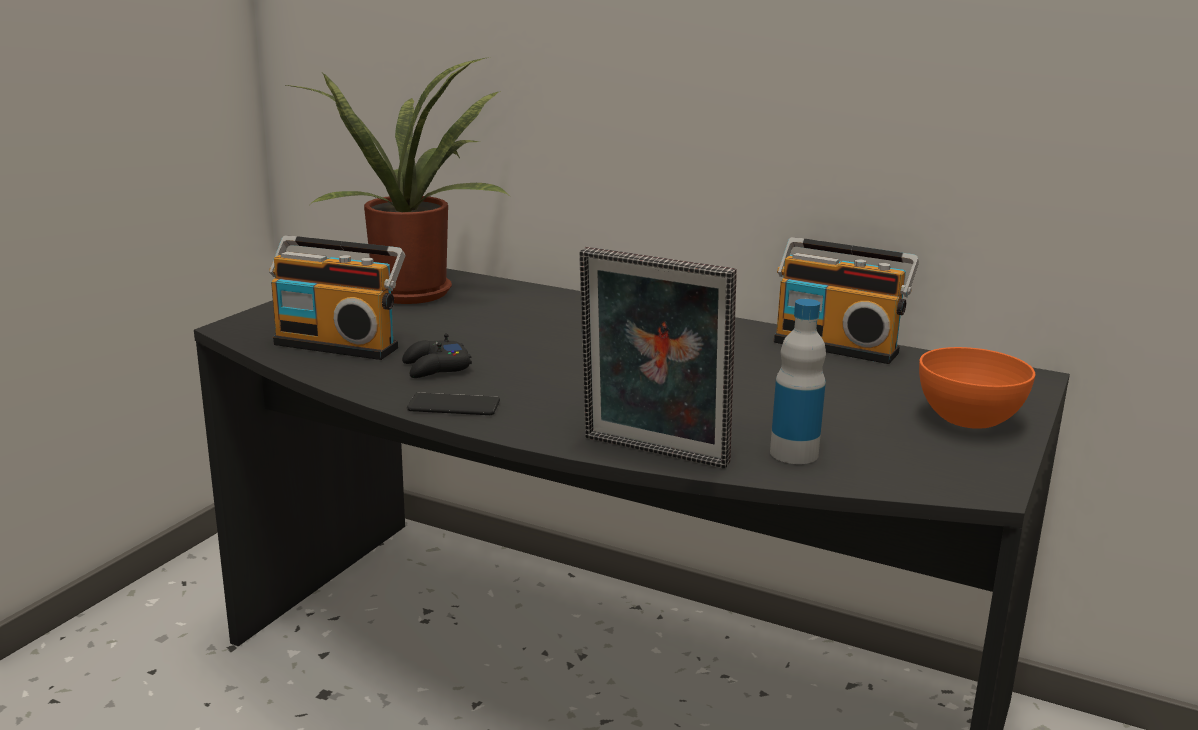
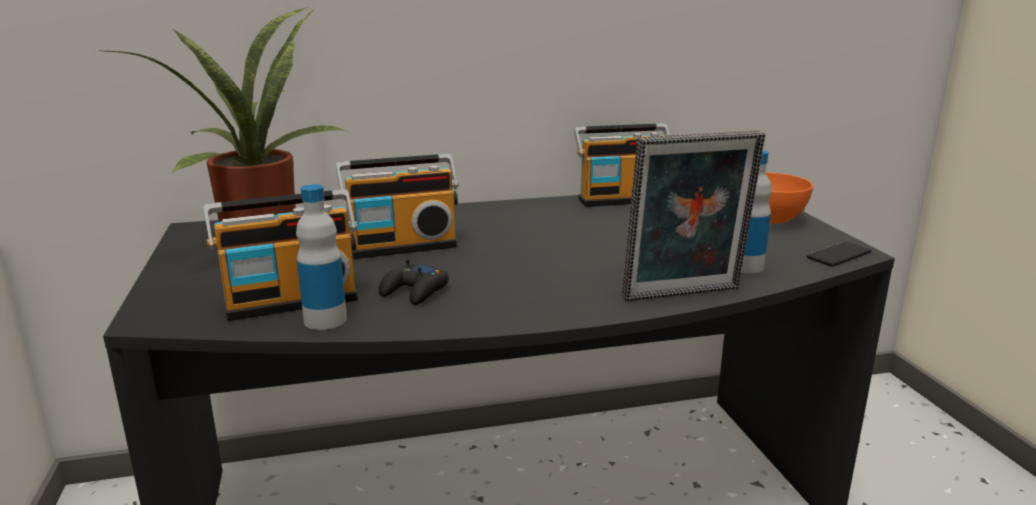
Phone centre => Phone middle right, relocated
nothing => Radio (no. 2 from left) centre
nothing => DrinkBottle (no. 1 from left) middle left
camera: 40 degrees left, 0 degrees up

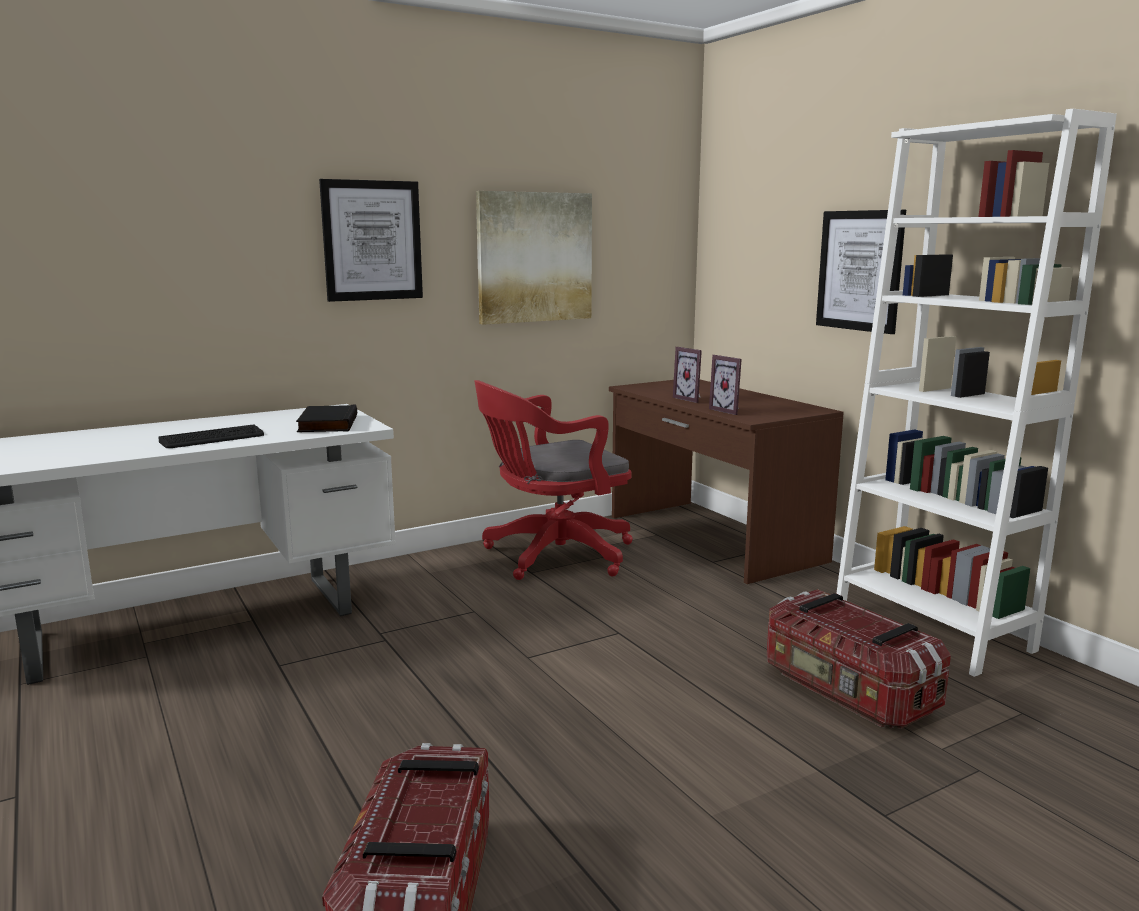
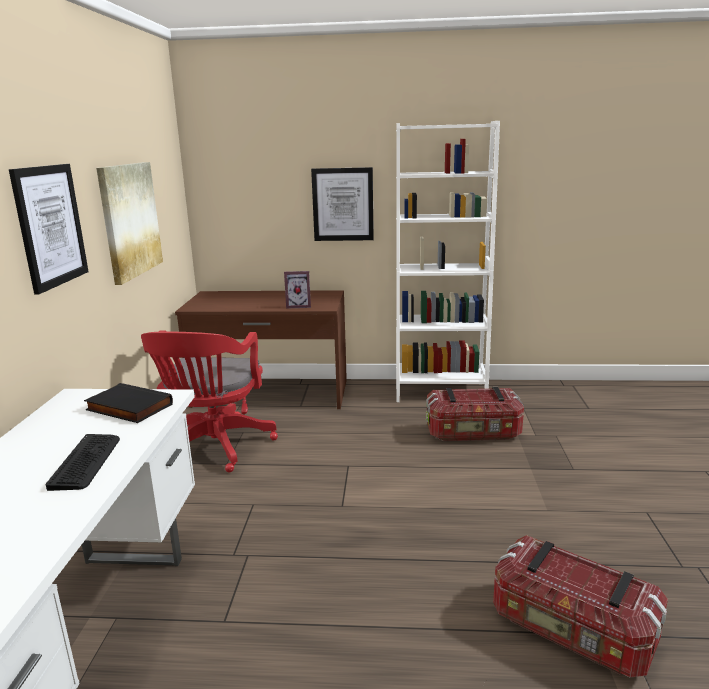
PictureFrame (no. 1 from left) centre => nothing
camera: 55 degrees left, 5 degrees up

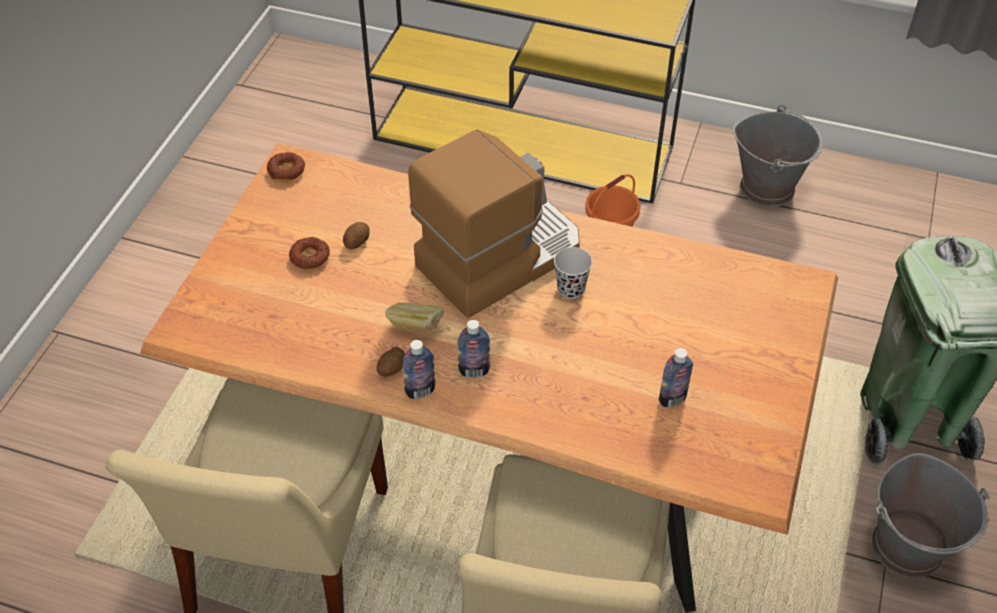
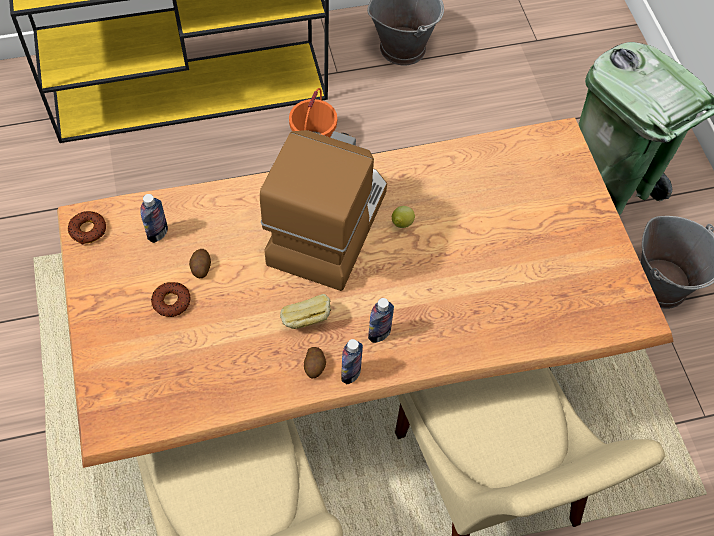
BlackDrinkingCup centre => Lemon centre
DrinkBottle (no. 3 from left in the first image) middle right => DrinkBottle (no. 1 from left) middle left, relocated
camera: 35 degrees left, 10 degrees up

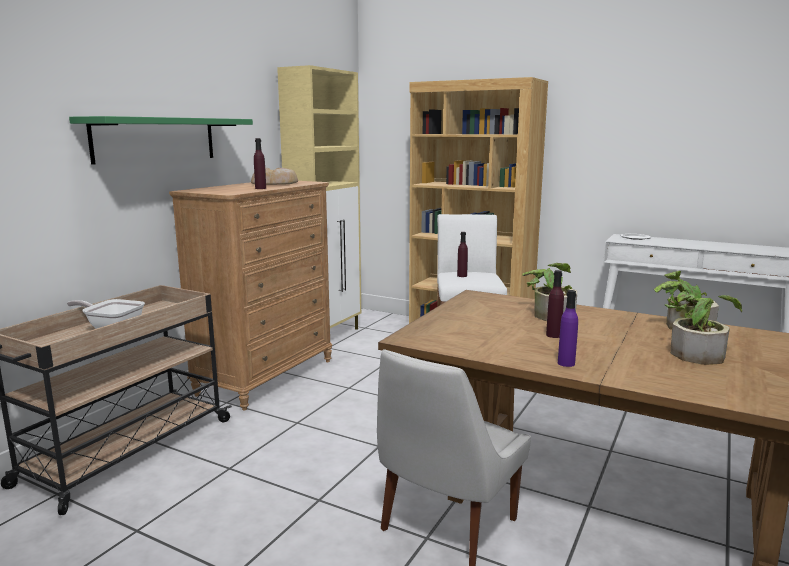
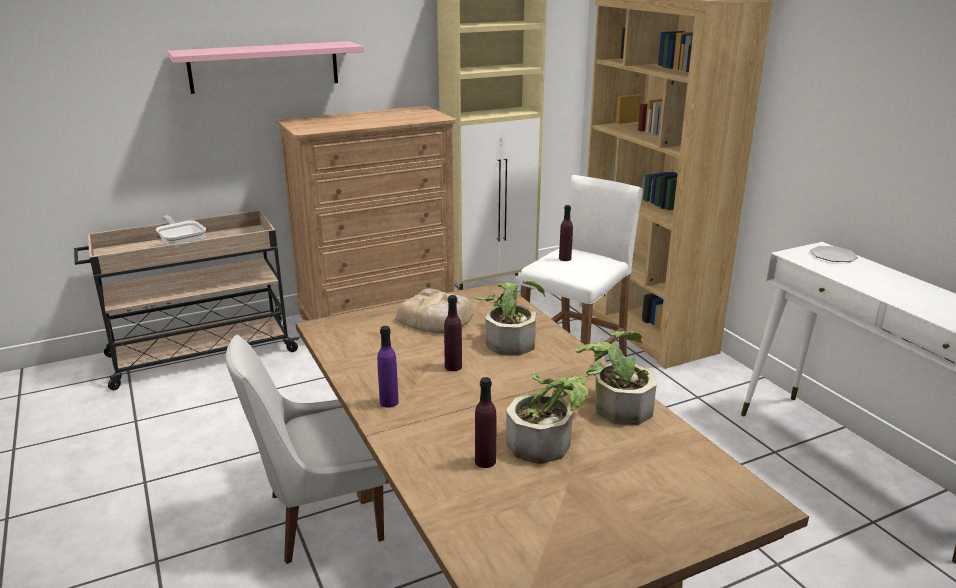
GreenishBracketShelf top left => PinkBracketShelf top left
PurpleColouredDrinkBottle (no. 1 from left in the first image) top left => PurpleColouredDrinkBottle (no. 3 from left) bottom centre, relocated
BakeryBread top centre => BakeryBread centre, relocated
camera: 35 degrees right, 10 degrees up

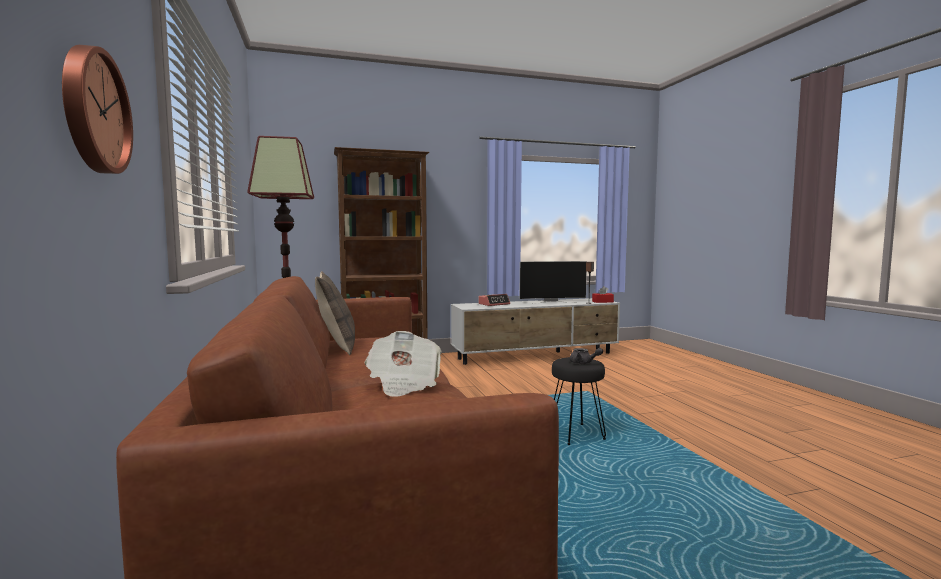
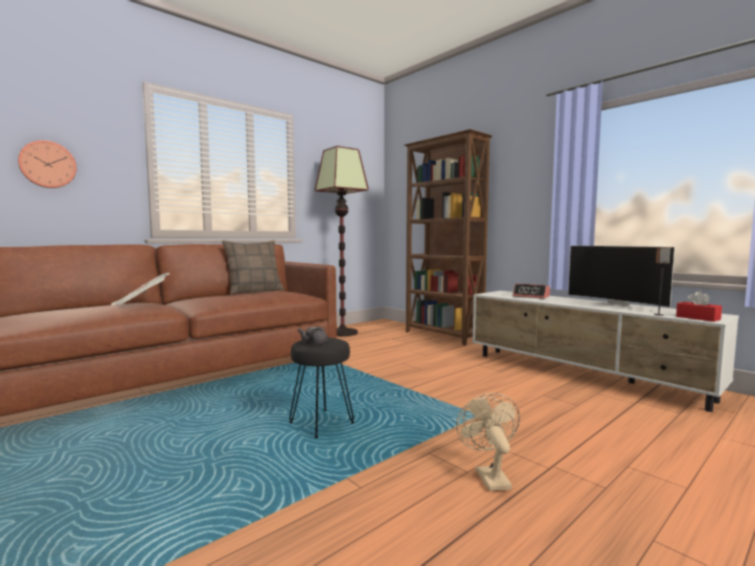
nothing => BeigeCoolingFan bottom centre
camera: 65 degrees right, 0 degrees up

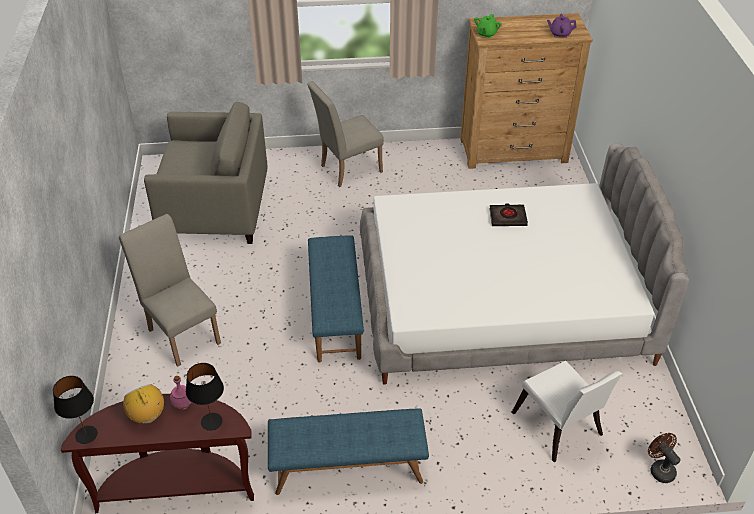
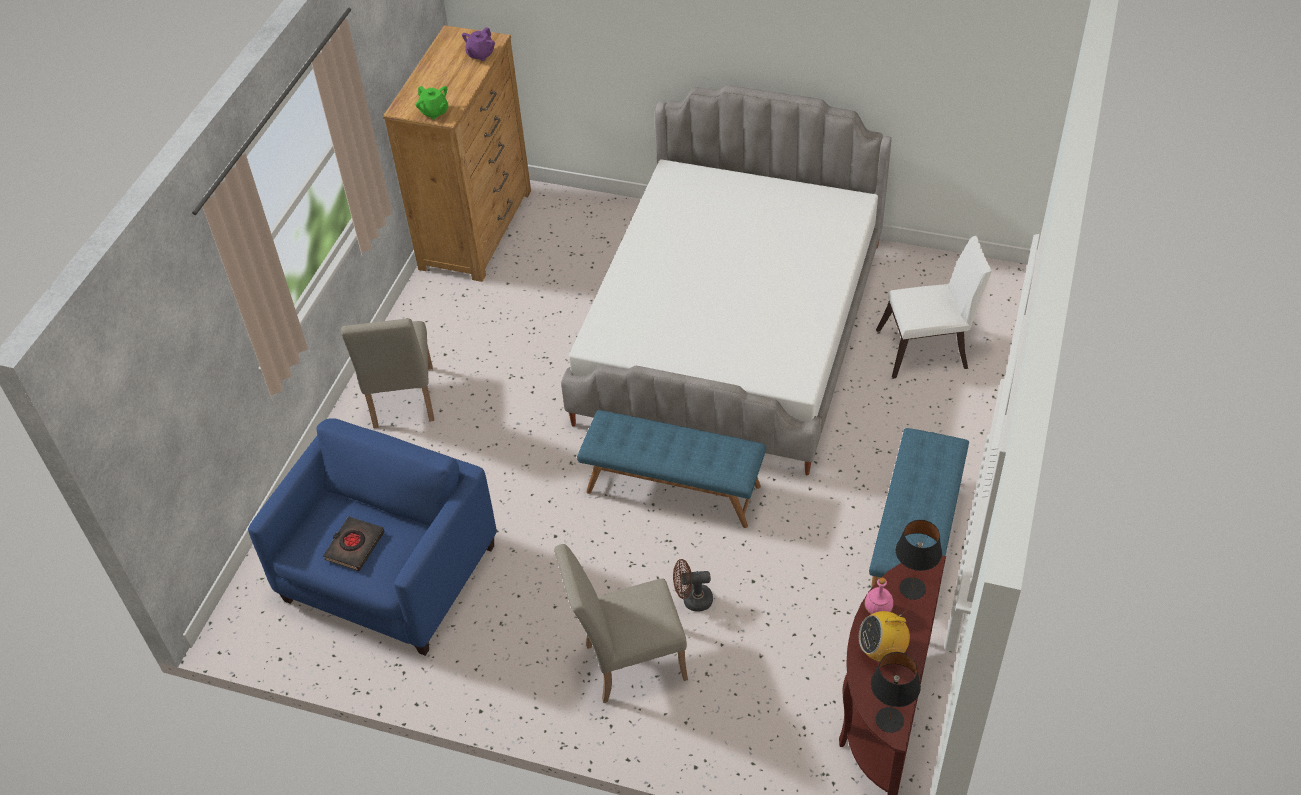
BeigeLoungeChair middle left => BlueLoungeChair bottom left
BlackBook middle right => BlackBook bottom left, relocated
BrownCoolingFan bottom right => BrownCoolingFan bottom centre, relocated
camera: 65 degrees left, 5 degrees up

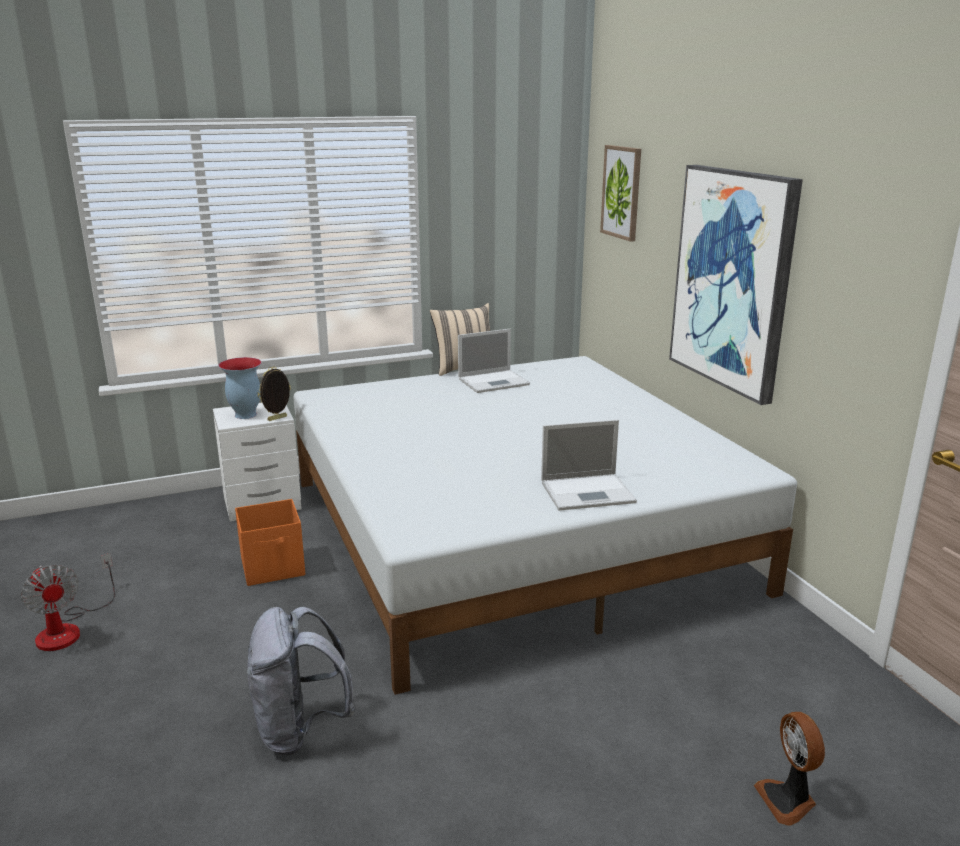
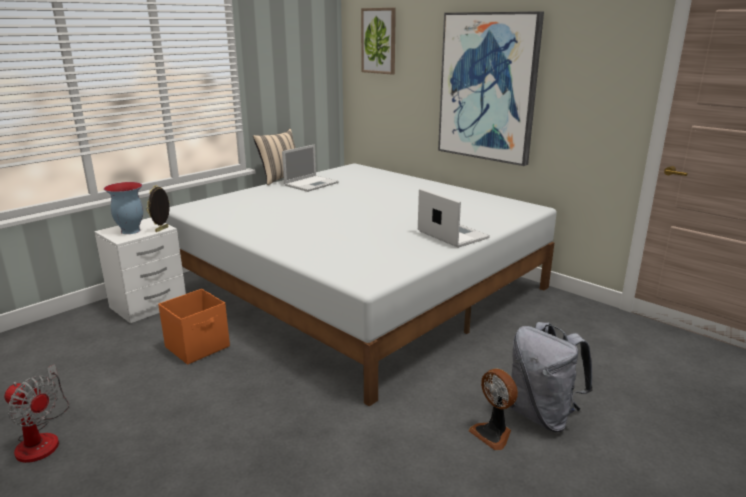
Laptop (no. 2 from left) centre, 90 degrees counterclockwise
GrayBackpack bottom left => GrayBackpack bottom right, relocated
CoolingFan (no. 2 from left) bottom right => CoolingFan (no. 2 from left) bottom centre, relocated
camera: 25 degrees left, 0 degrees up

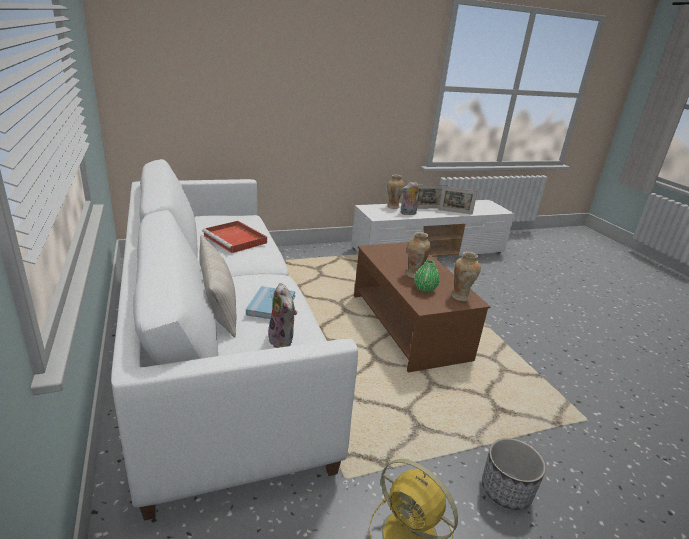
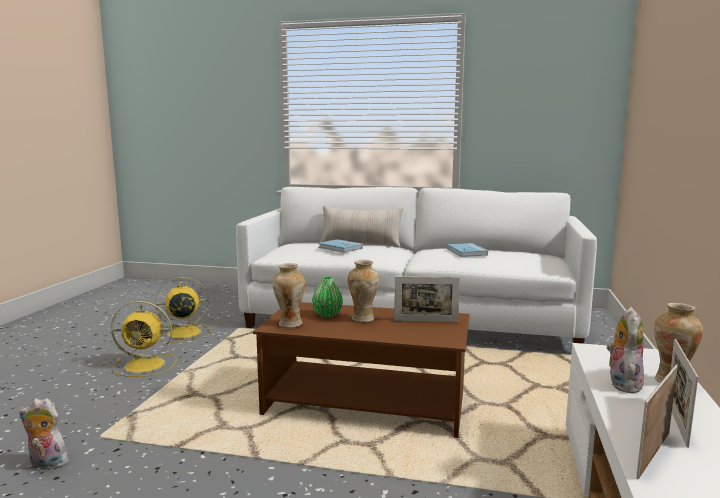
ReddishServingTray centre => BlueBook (no. 2 from left) centre
PlushToy (no. 1 from left) centre => PlushToy (no. 1 from left) bottom left, relocated
Planter bottom right => YellowCoolingFan (no. 1 from left) bottom left
nothing => PictureFrame (no. 1 from left) centre
camera: 125 degrees right, 15 degrees down

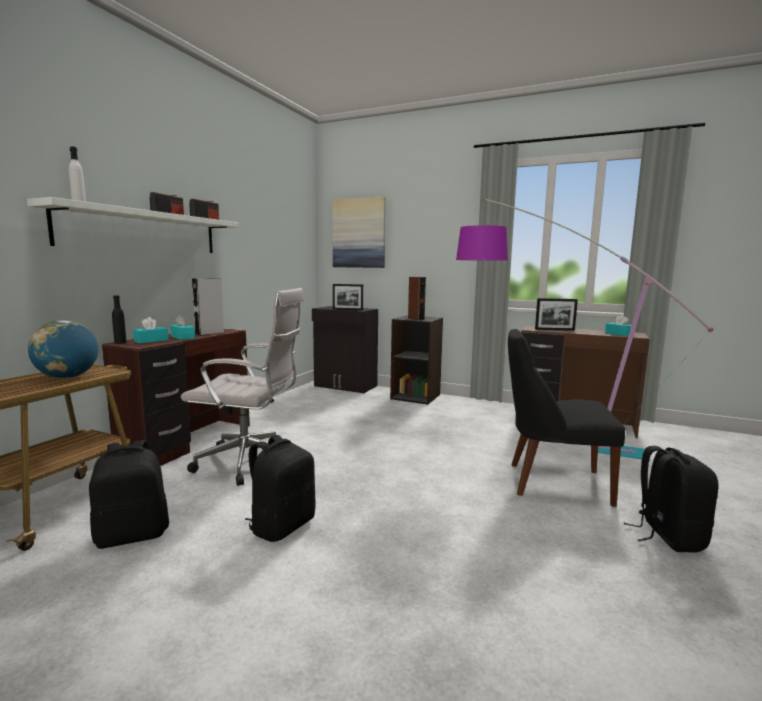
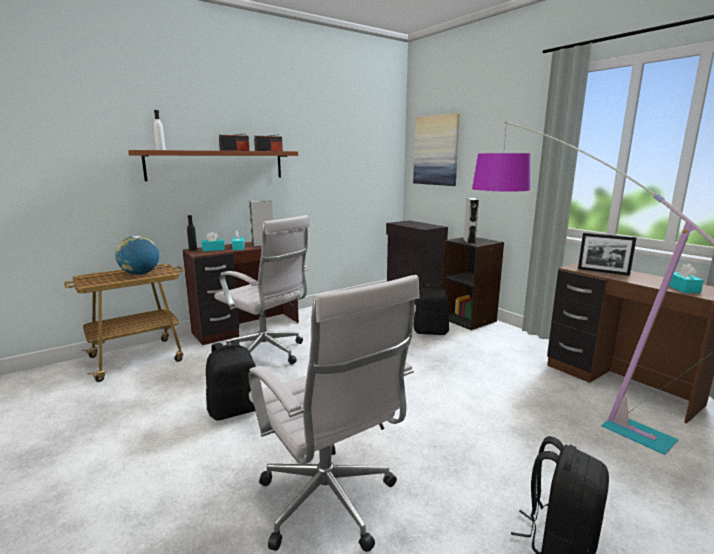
WhiteColouredBracketShelf top left => BrownBracketShelf top left
BrownLoudspeaker centre => GrayLoudspeaker (no. 2 from left) centre
PictureFrame (no. 1 from left) centre => nothing
BlackUprightChair middle right => nothing
BlackBackpack (no. 1 from left in the first image) bottom left => BlackBackpack (no. 2 from left) centre, relocated
nothing => WhiteColouredComputerChair (no. 2 from left) bottom centre
camera: 30 degrees right, 5 degrees up

